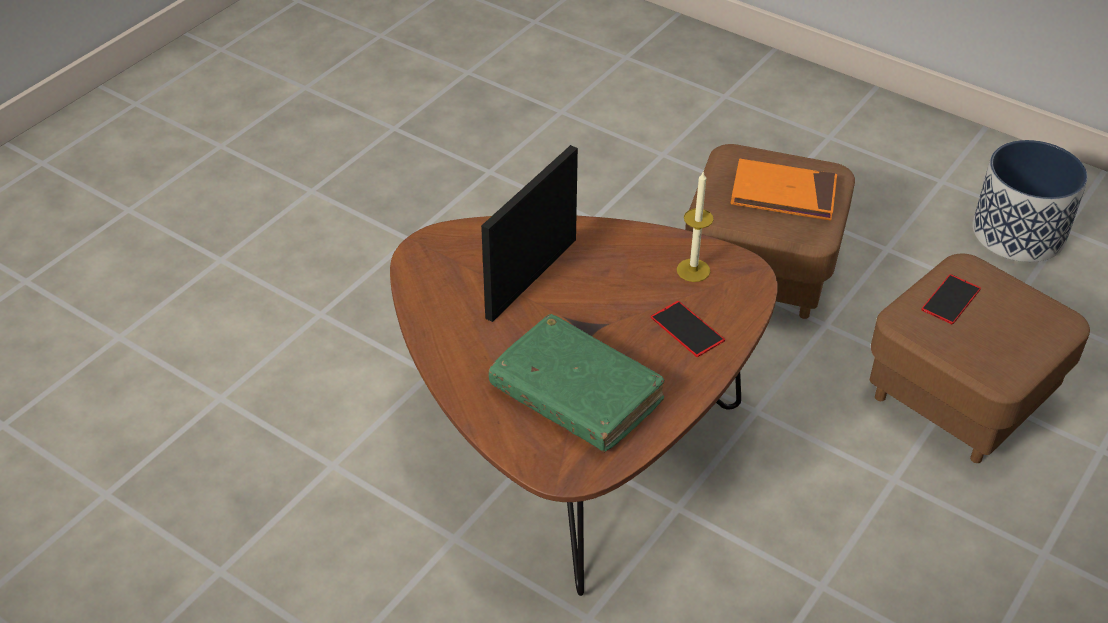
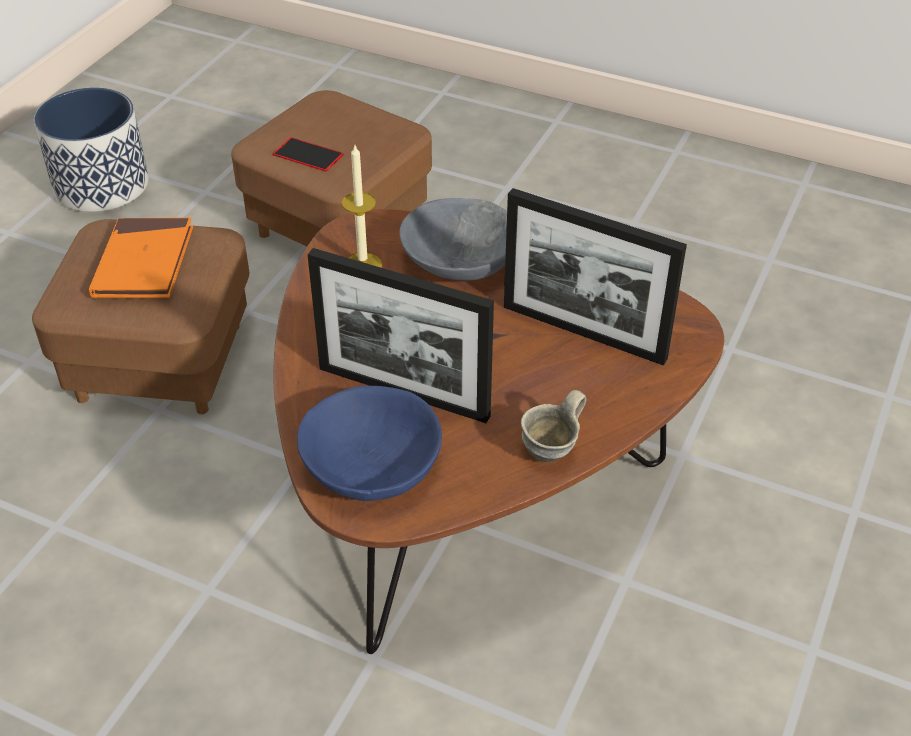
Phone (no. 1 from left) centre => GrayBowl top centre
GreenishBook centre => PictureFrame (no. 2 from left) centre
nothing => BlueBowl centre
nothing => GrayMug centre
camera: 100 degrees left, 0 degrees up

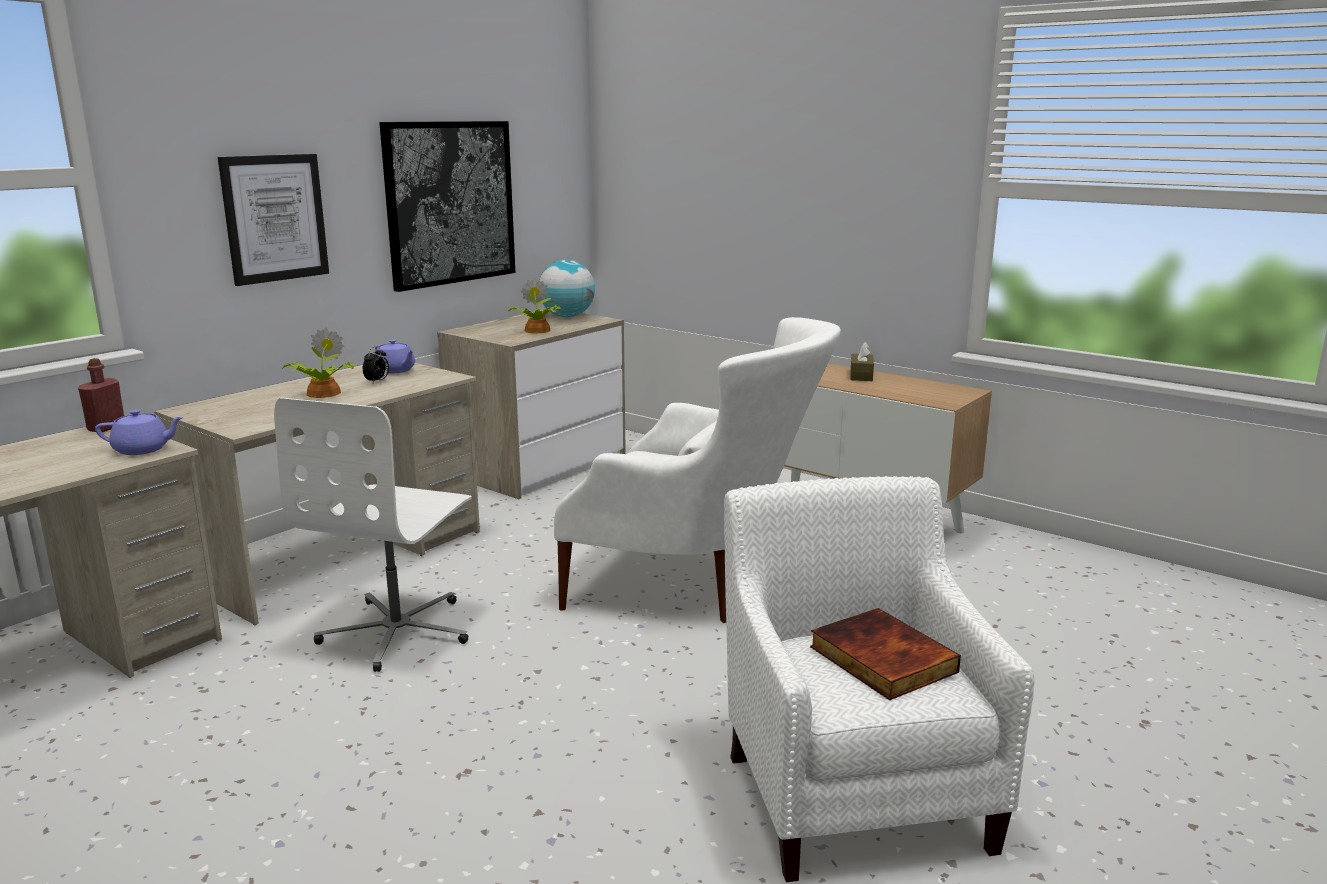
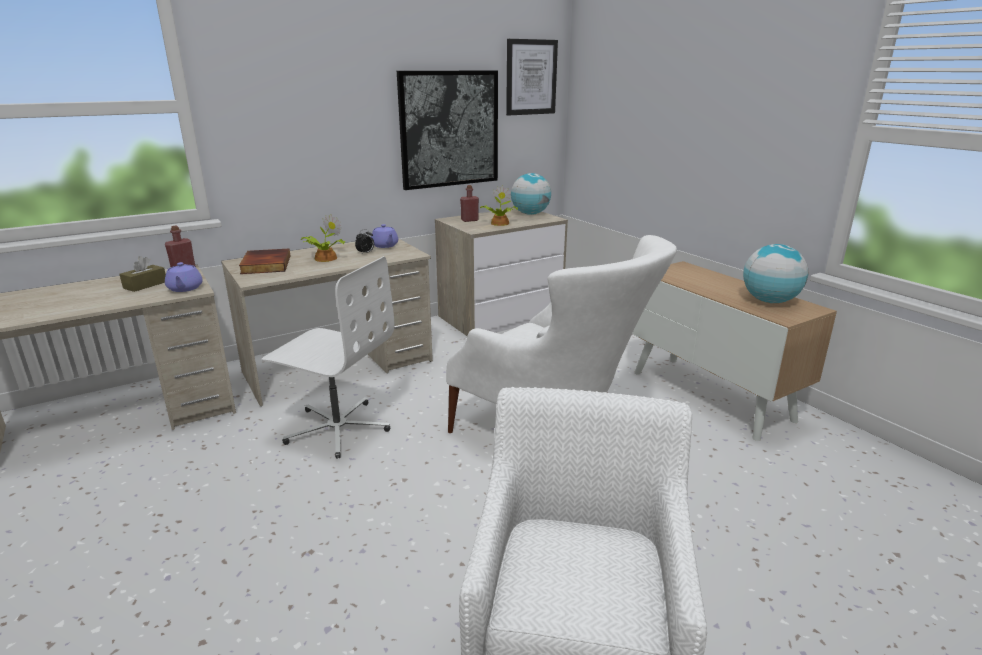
Picture (no. 1 from left in the first image) top left => Picture (no. 2 from left) top centre, relocated
BrownBoxOfTissues centre => BrownBoxOfTissues middle left, relocated
WhiteColouredComputerChair middle left => WhiteColouredComputerChair centre, 105 degrees counterclockwise
PurpleColouredTeaPot (no. 1 from left) middle left, 60 degrees clockwise
Book bottom right => Book middle left, relocated
nothing => ReddishDrinkBottle (no. 2 from left) top centre
nothing => DeskGlobe (no. 2 from left) middle right
camera: 20 degrees right, 5 degrees up

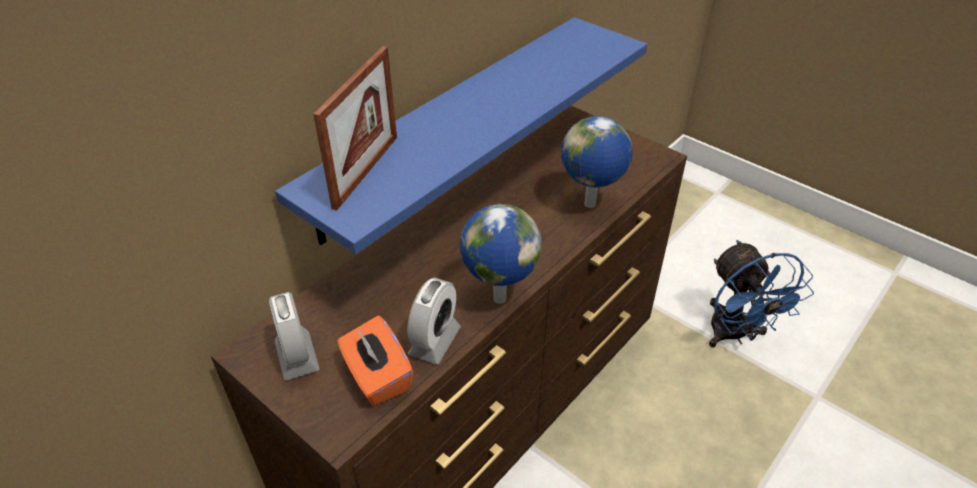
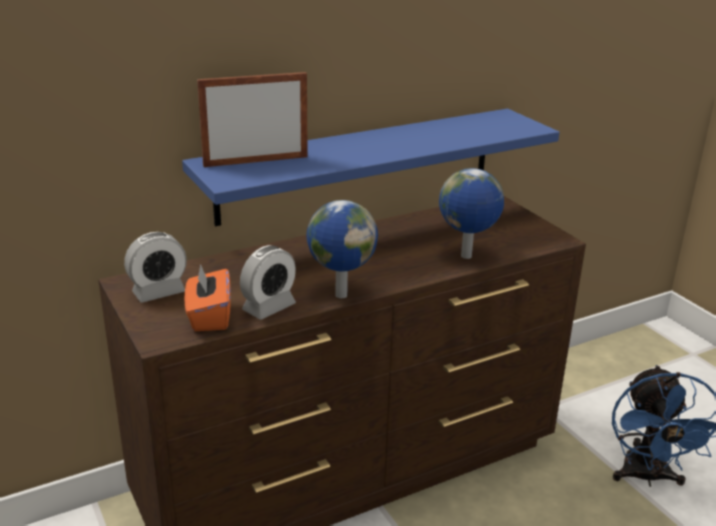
PictureFrame top centre, 150 degrees counterclockwise
AlarmClock (no. 1 from left) bottom left => AlarmClock (no. 1 from left) middle left, 120 degrees counterclockwise
camera: 20 degrees right, 15 degrees down

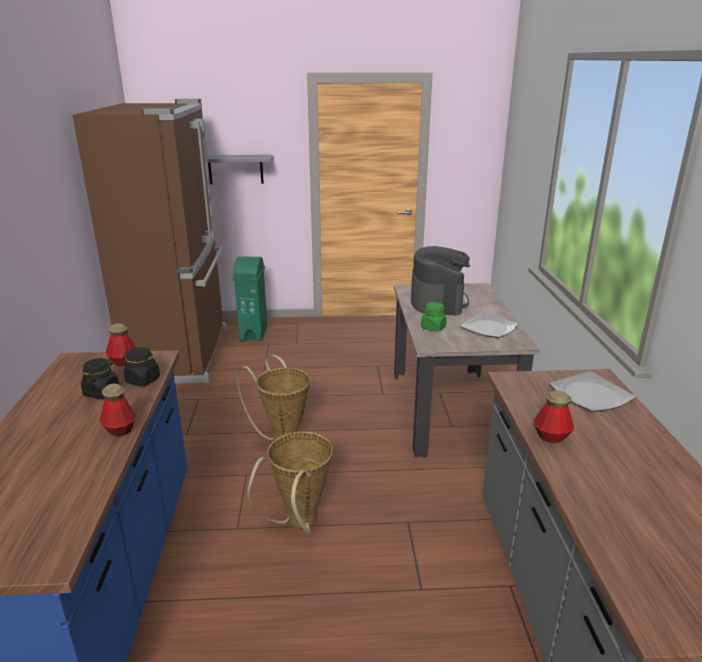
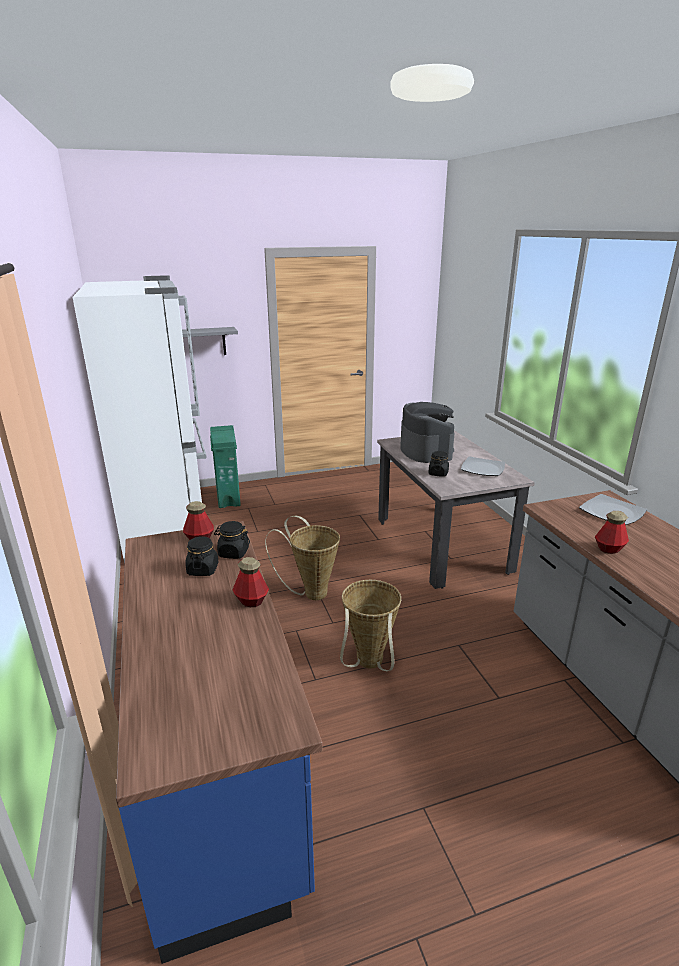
BrownFridge middle left => WhiteColouredFridge middle left
GreenishPreserveJar centre => BlackPreserveJar (no. 3 from left) centre
camera: 15 degrees left, 0 degrees up

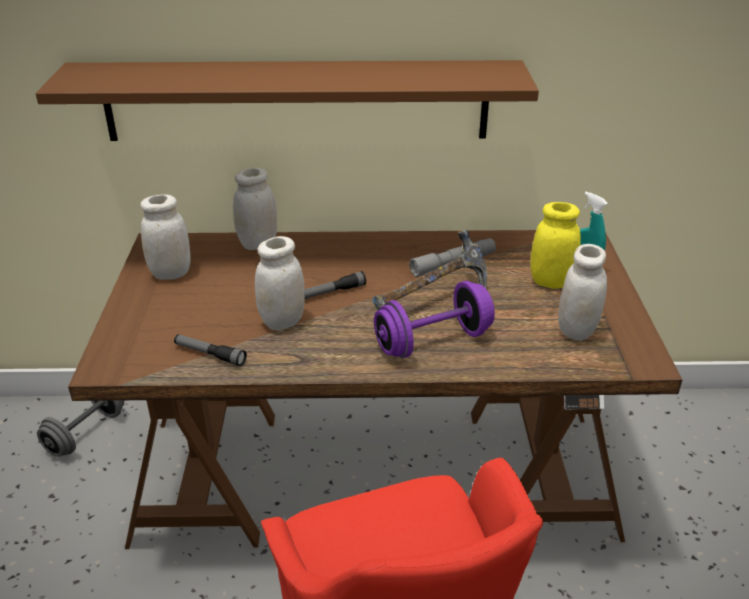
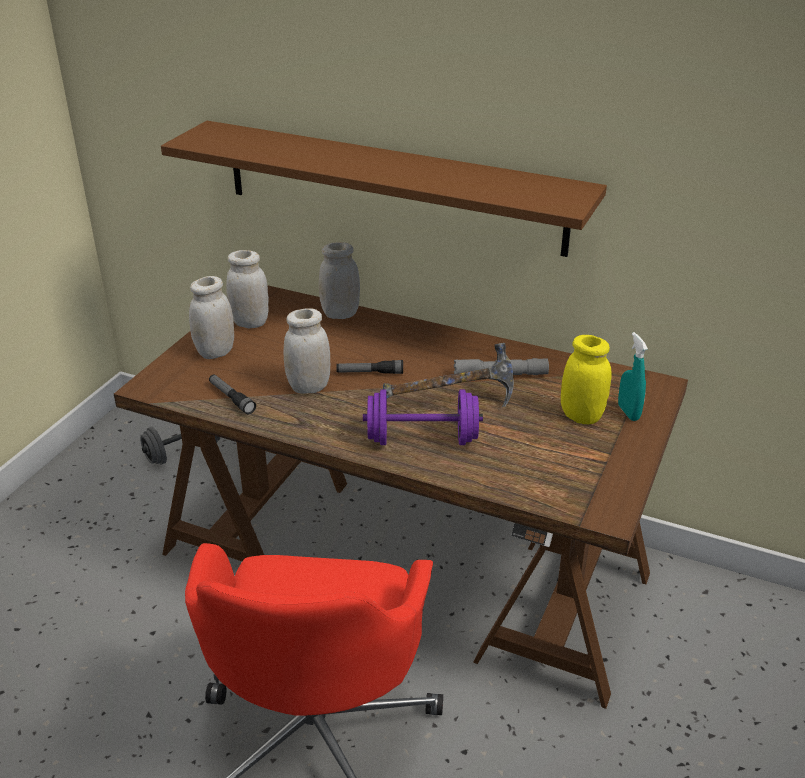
WhiteColouredPreserveJar (no. 4 from left in the first image) middle right => WhiteColouredPreserveJar (no. 1 from left) middle left, relocated
camera: 25 degrees right, 0 degrees up

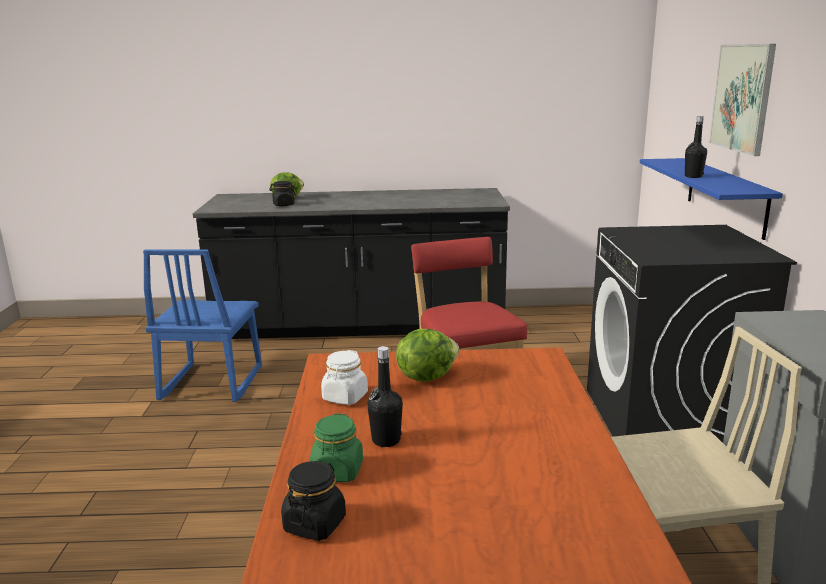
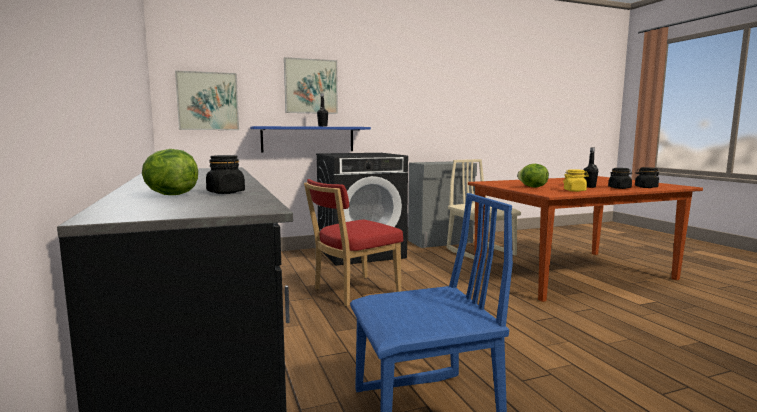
WhiteColouredPreserveJar centre => YellowPreserveJar middle right
GreenishPreserveJar bottom centre => BlackPreserveJar (no. 2 from left) middle right
nothing => Picture (no. 1 from left) top left
camera: 110 degrees left, 10 degrees down

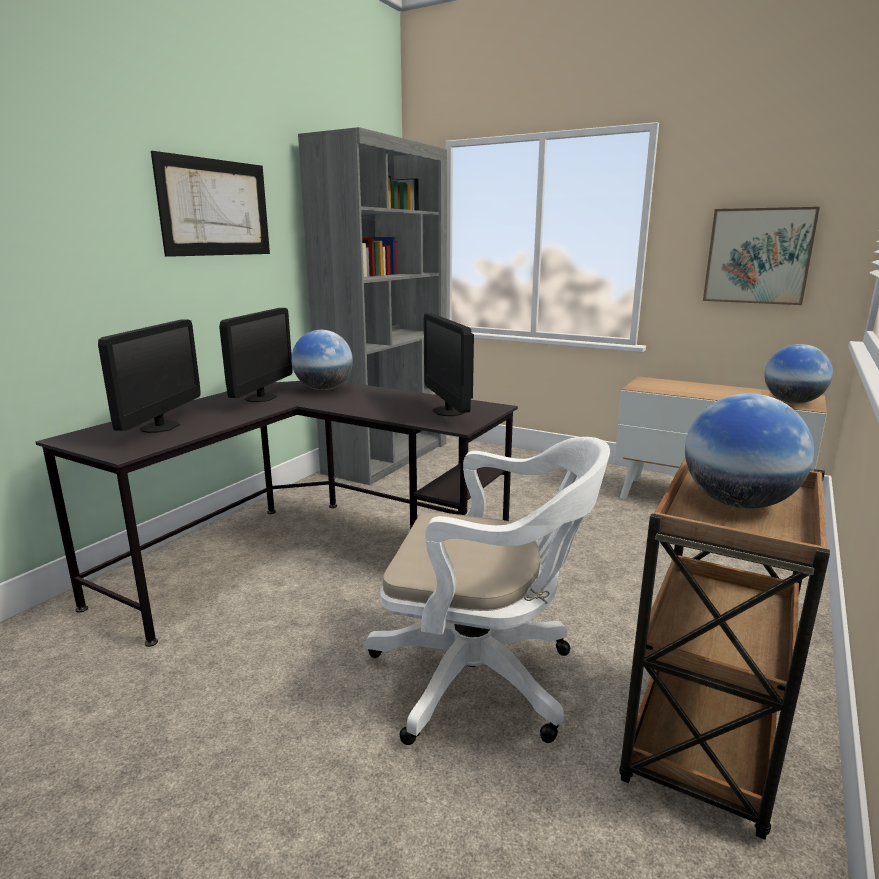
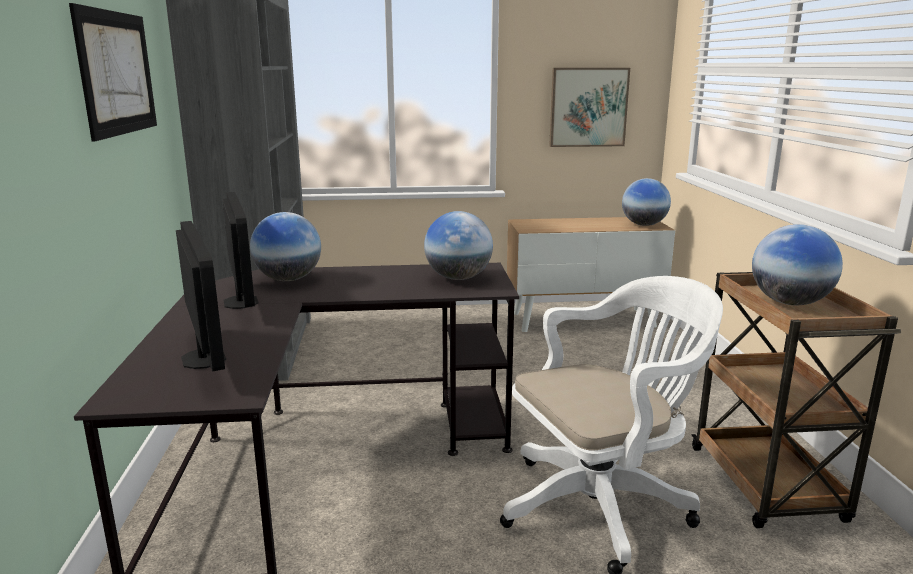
Monitor (no. 3 from left) centre => DeskGlobe (no. 2 from left) centre
camera: 35 degrees left, 0 degrees up

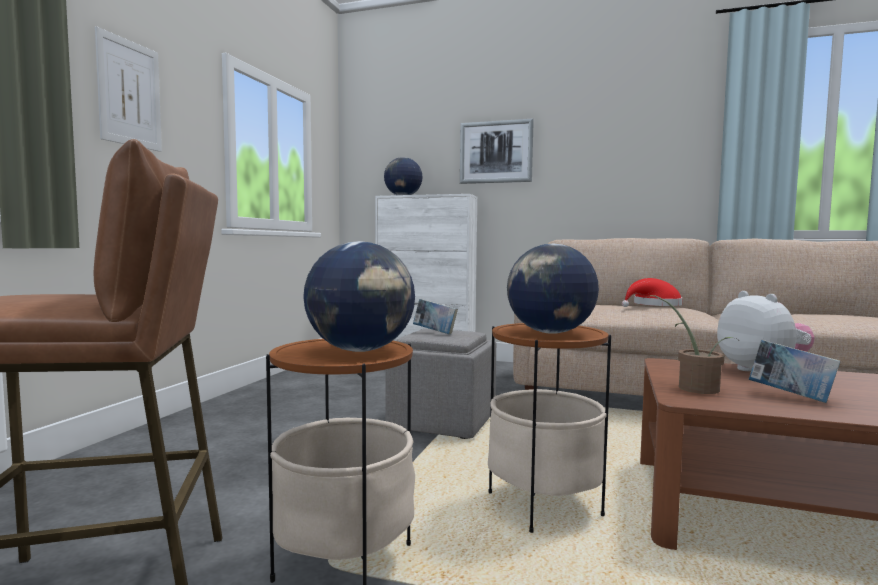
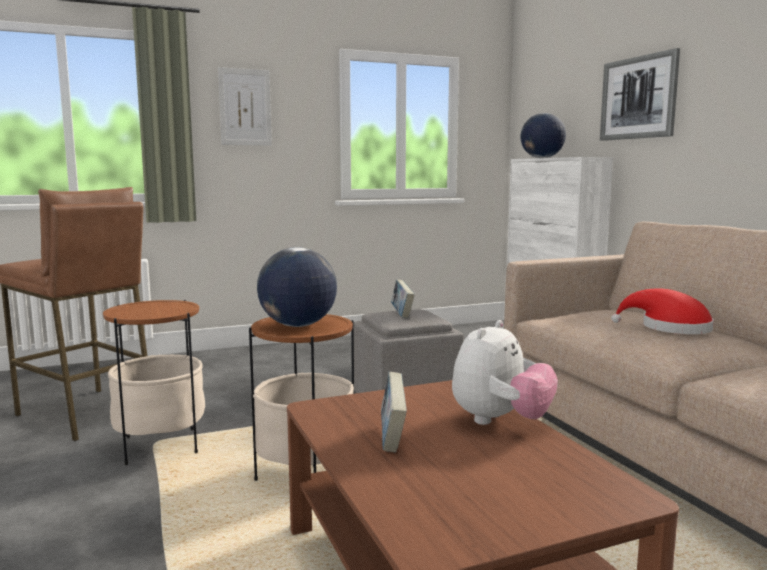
DeskGlobe (no. 1 from left) centre => nothing
Houseplant middle right => nothing
camera: 50 degrees right, 5 degrees up

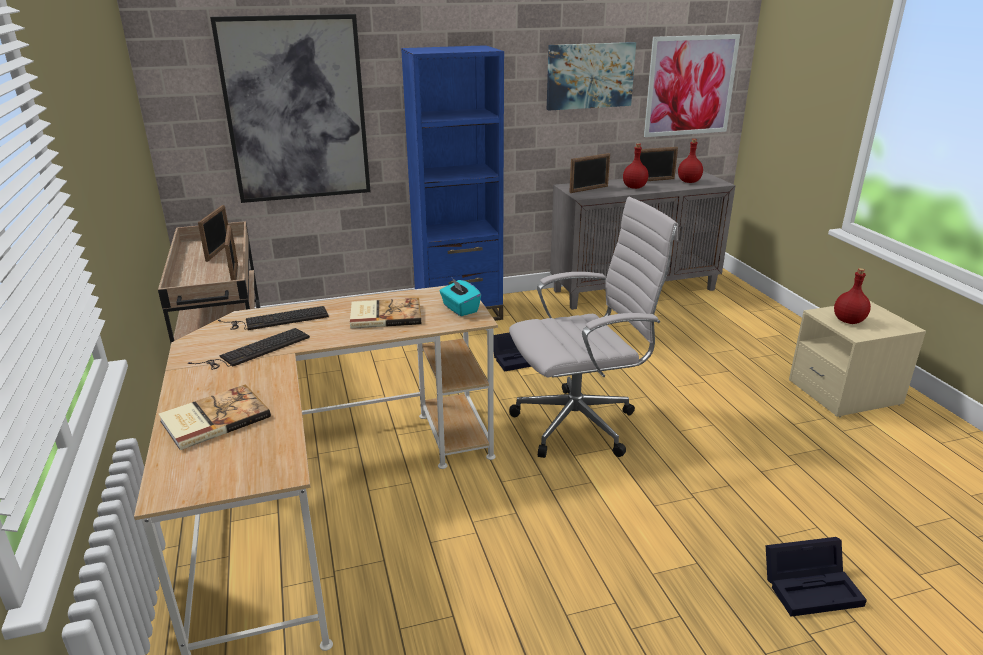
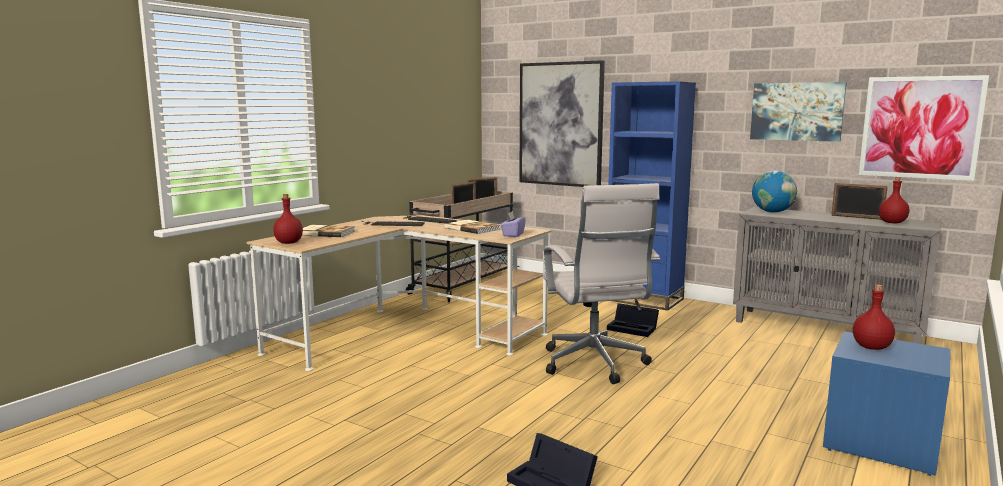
ReddishDrinkBottle (no. 1 from left) top centre => ReddishDrinkBottle (no. 1 from left) middle left, relocated
PictureFrame (no. 3 from left) top centre => DeskGlobe middle right
WhiteColouredComputerChair centre, 45 degrees clockwise
BlueGreenBoxOfTissues centre => PurpleColouredBoxOfTissues centre
BeigeNightstand middle right => BlueNightstand bottom right
camera: 50 degrees right, 15 degrees down

